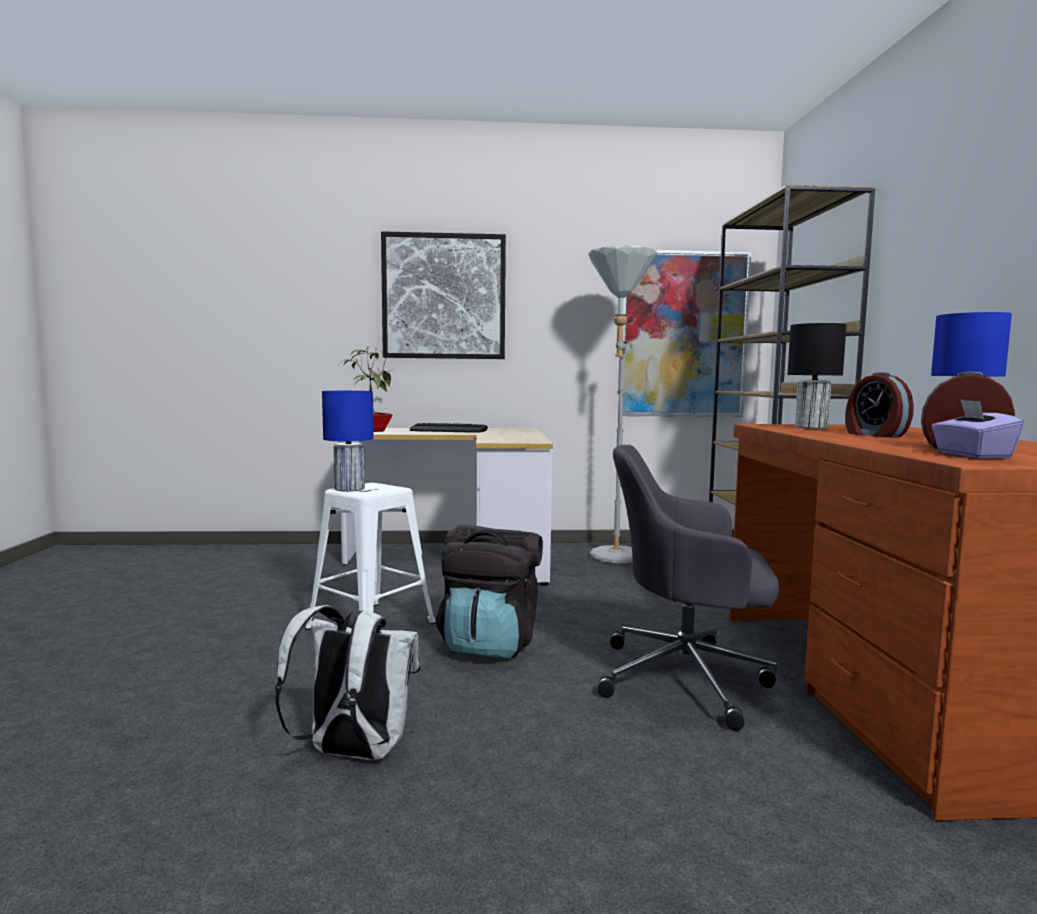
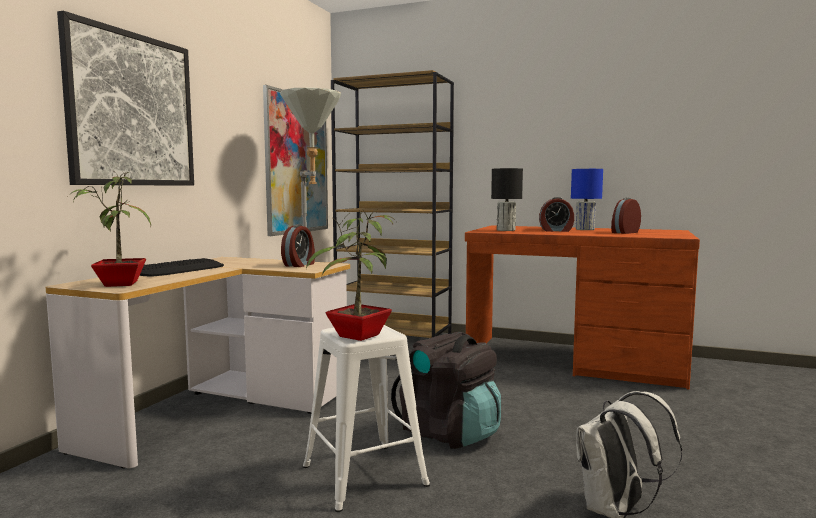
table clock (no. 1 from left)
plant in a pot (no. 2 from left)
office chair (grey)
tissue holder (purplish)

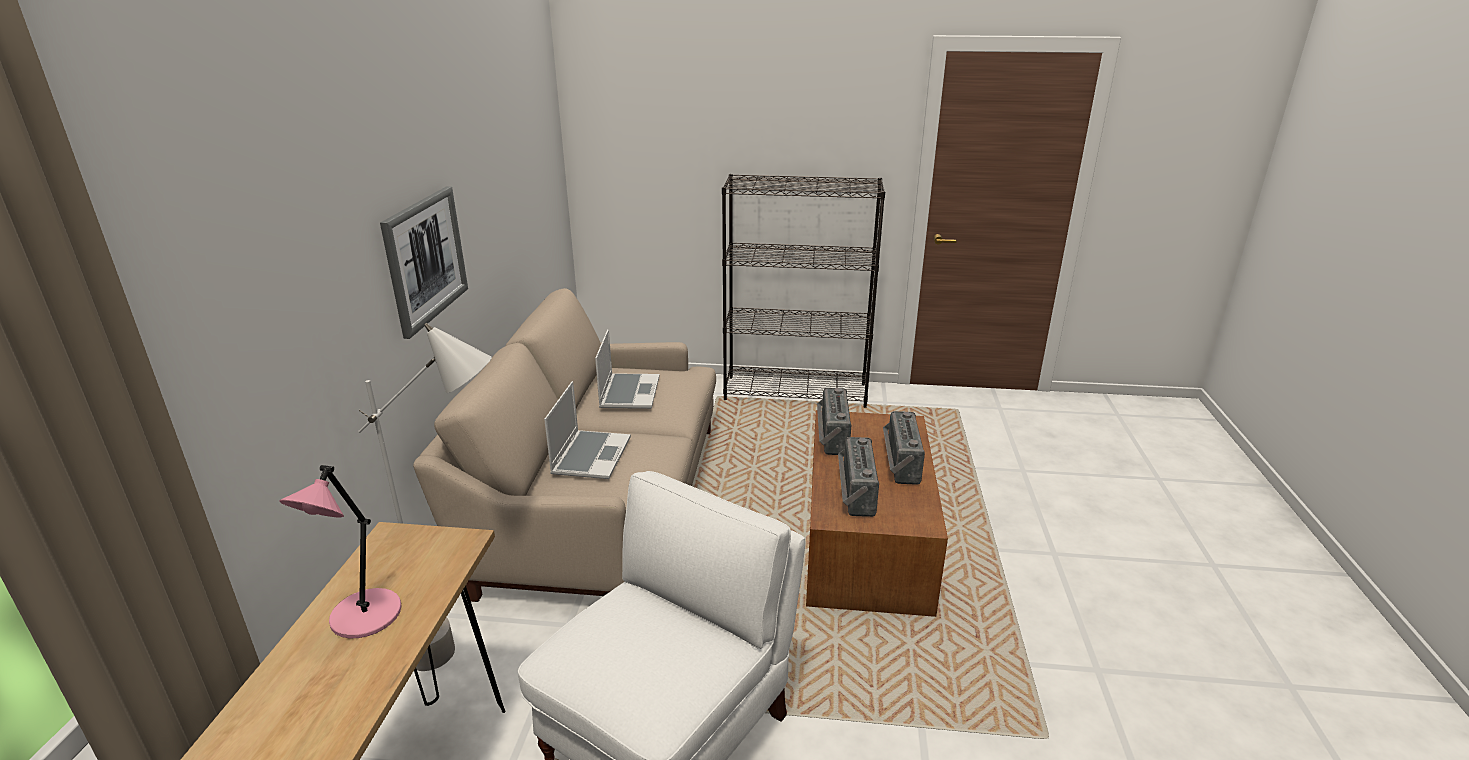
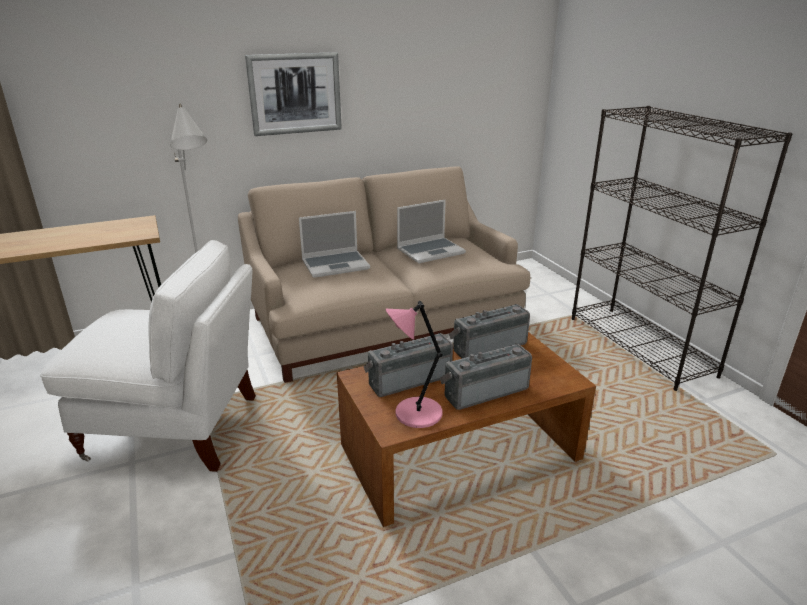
tabletop lamp (pink)

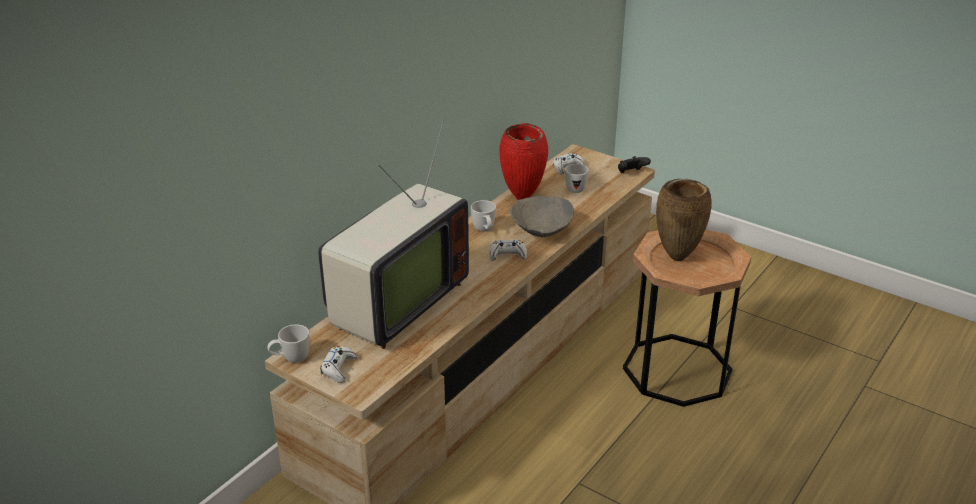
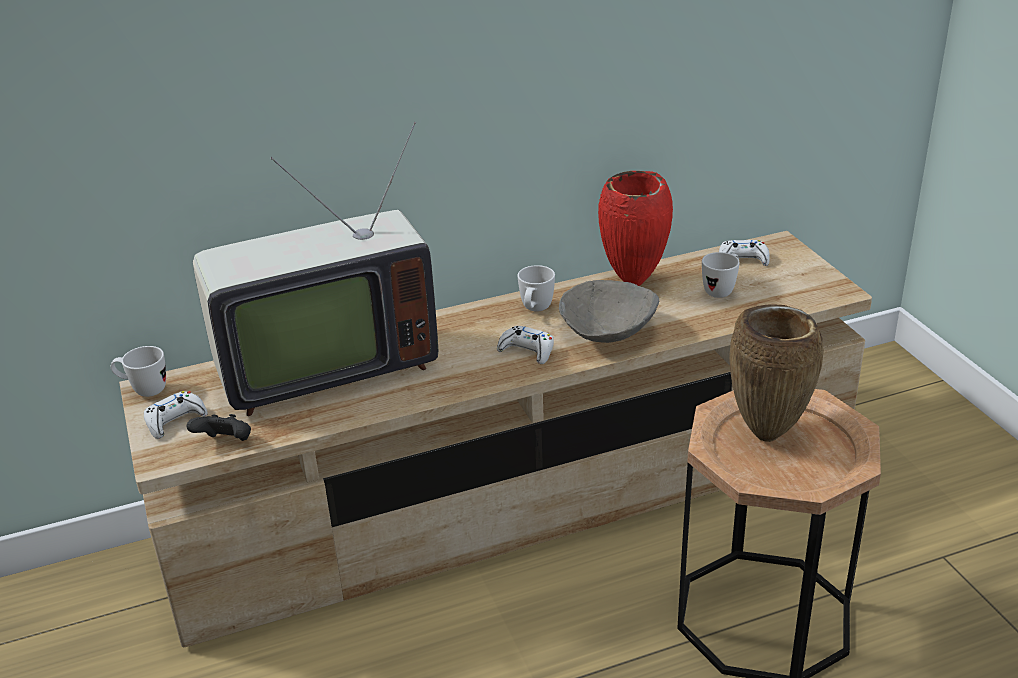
joypad (black)

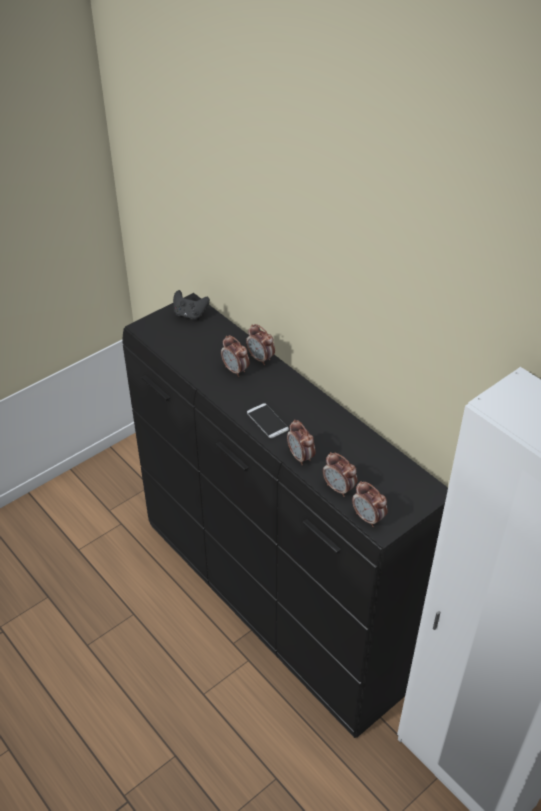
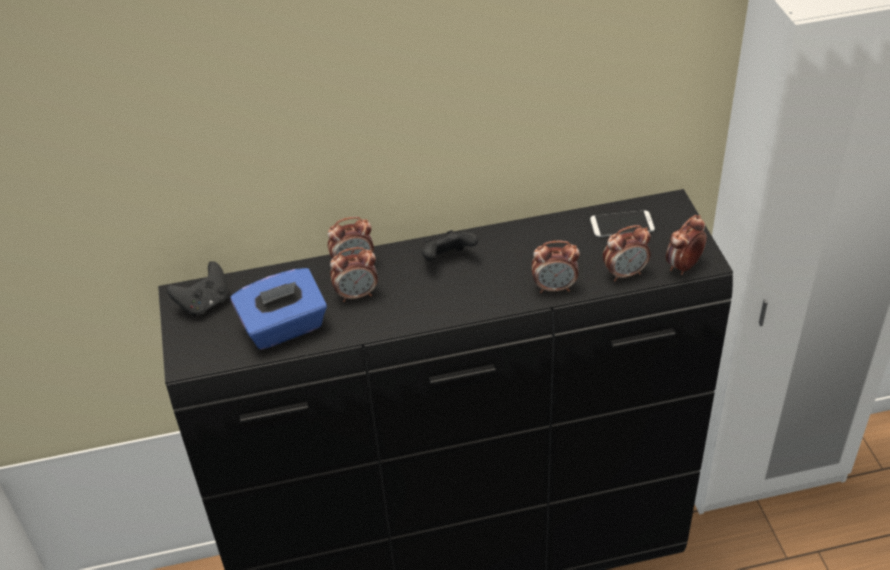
tissue holder (blue-coloured)
joypad (black) (no. 2 from left)
handset
table clock (no. 5 from left)

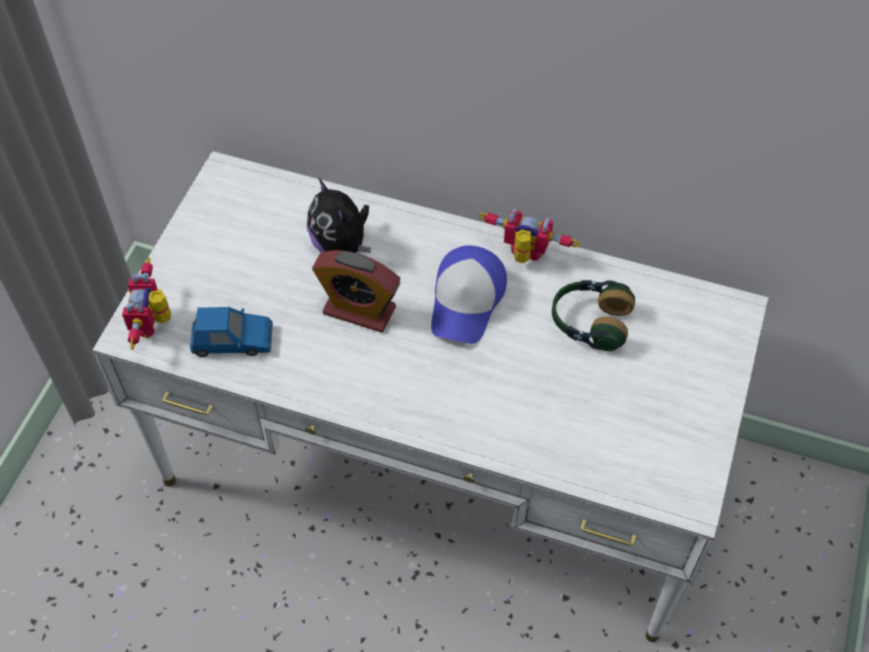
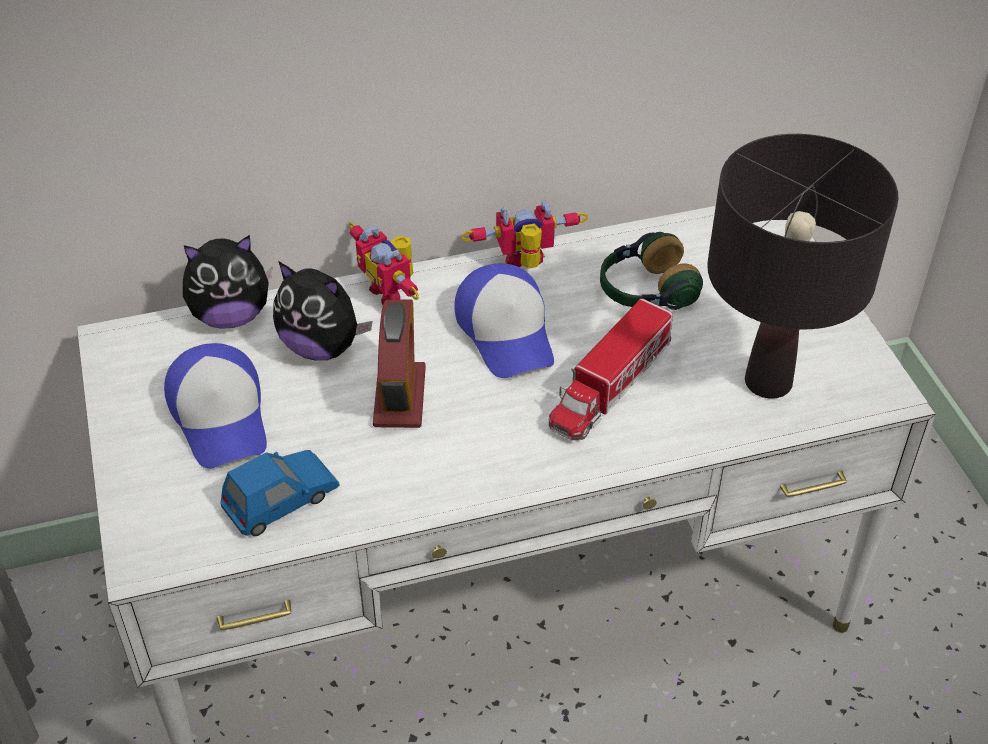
cap (no. 1 from left)
plush toy (no. 1 from left)
model robot (no. 1 from left)
table clock
toy truck
tabletop lamp (black)

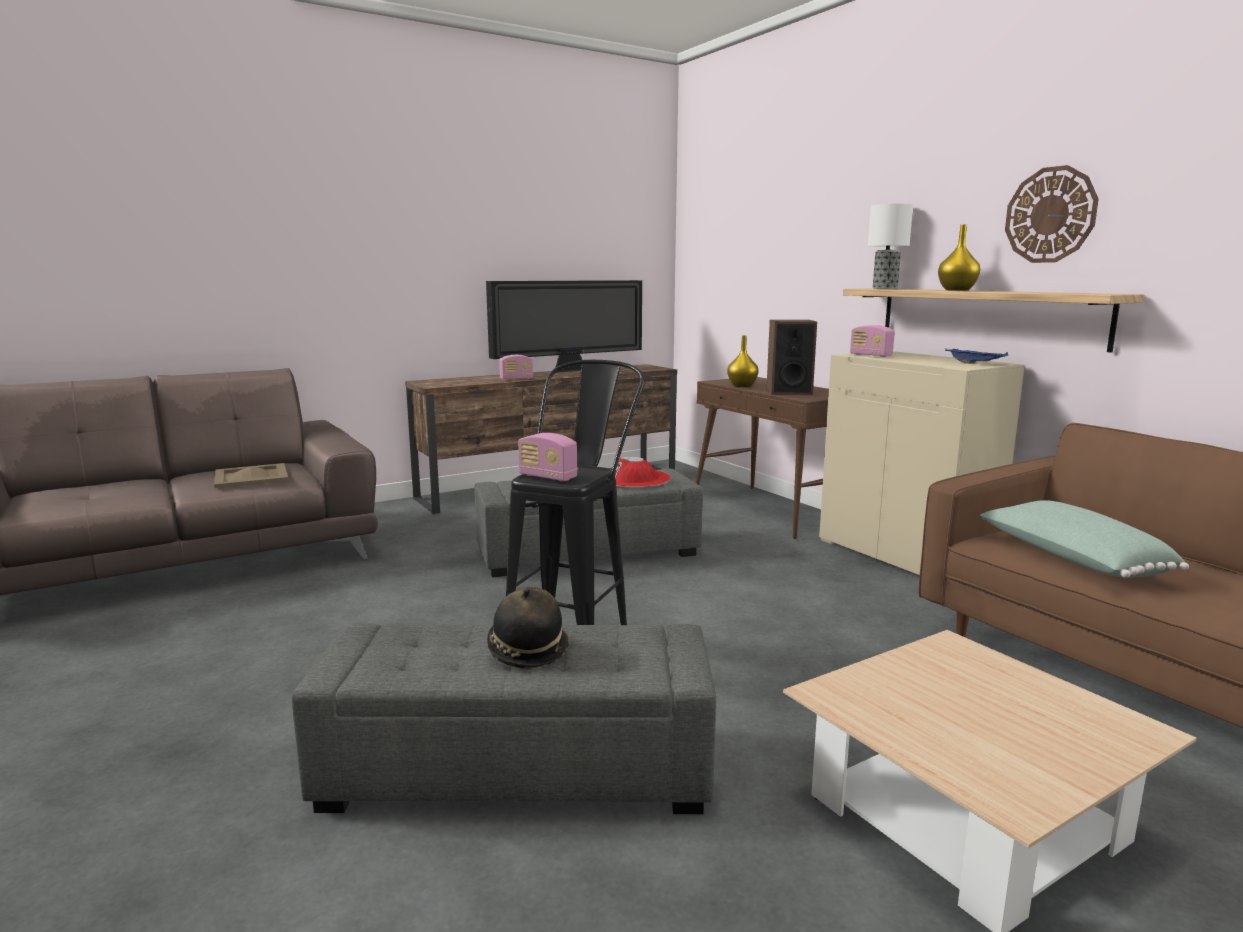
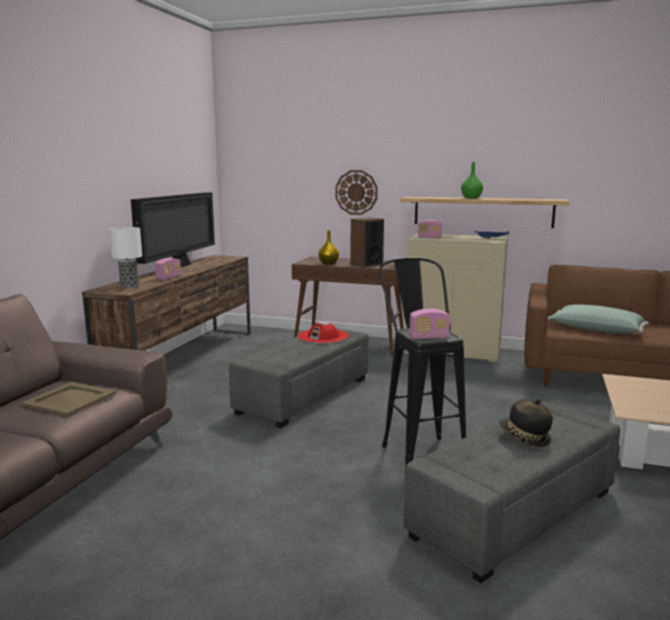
tabletop lamp
hanging clock
vase (greenish)

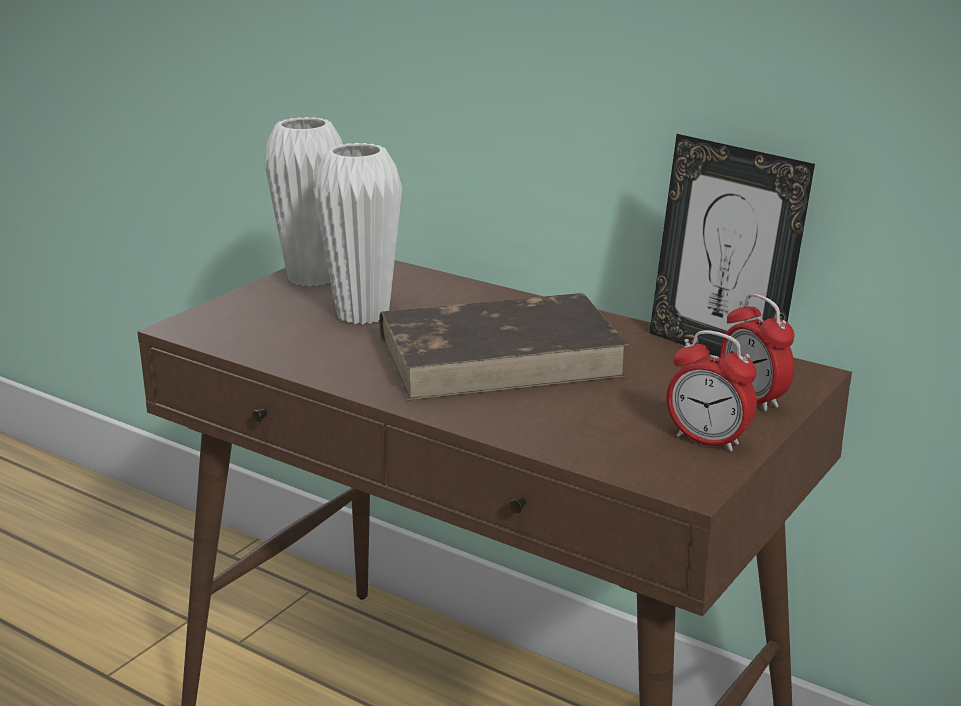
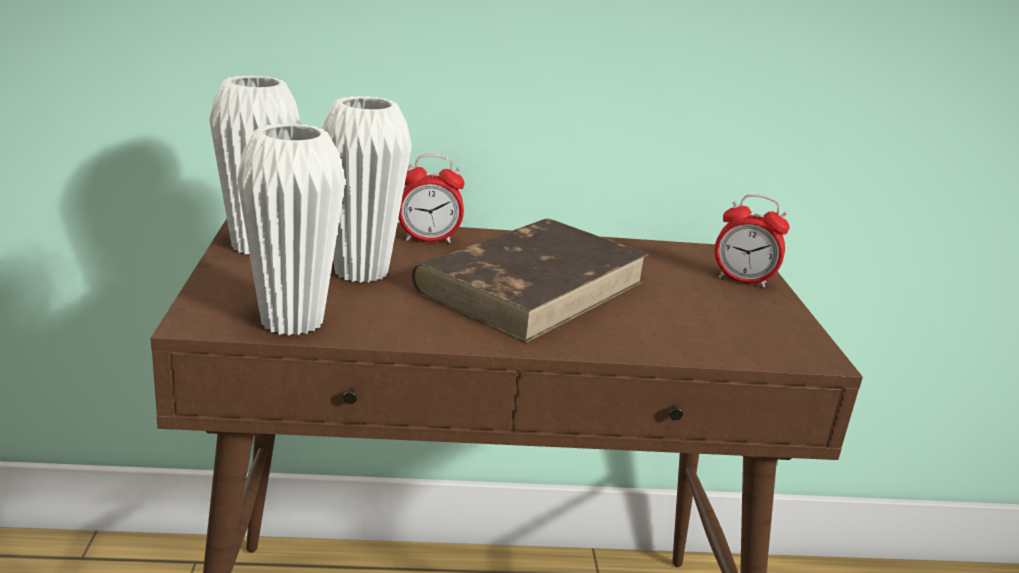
vase (white) (no. 2 from left)
table clock (no. 1 from left)
photo frame

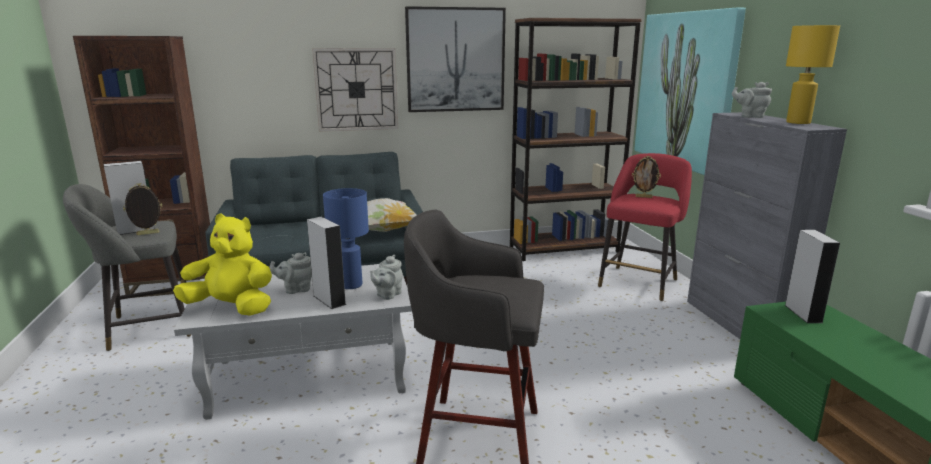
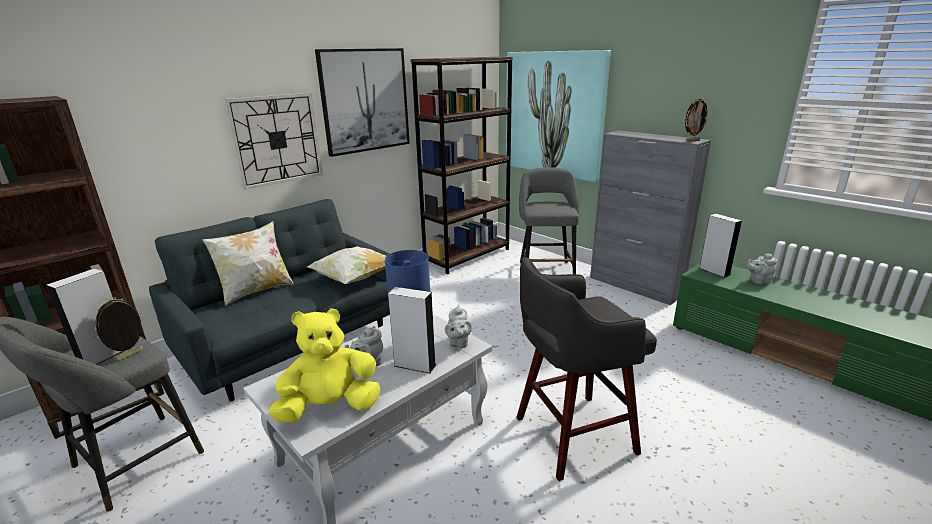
pillow (no. 1 from left)
sitting stool (grey) (no. 2 from left)
photo frame (no. 2 from left)
teapot (grey) (no. 3 from left)
tabletop lamp (yellow)

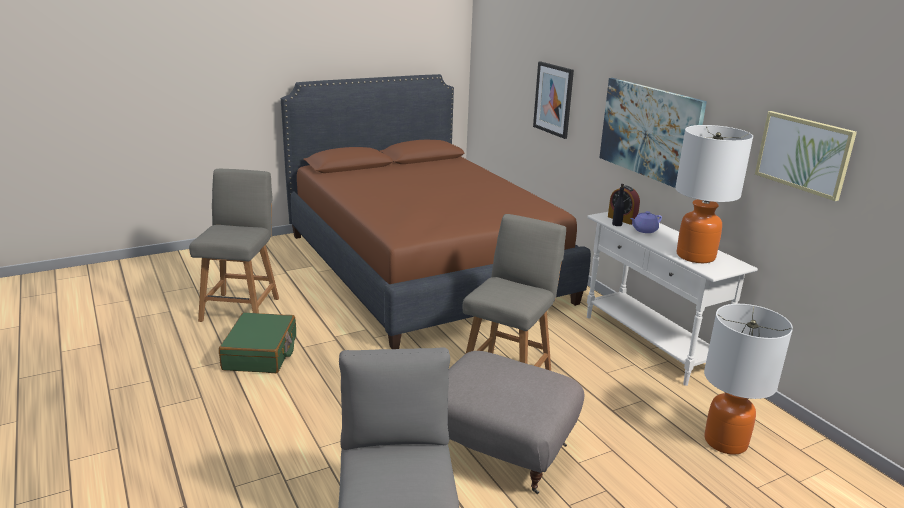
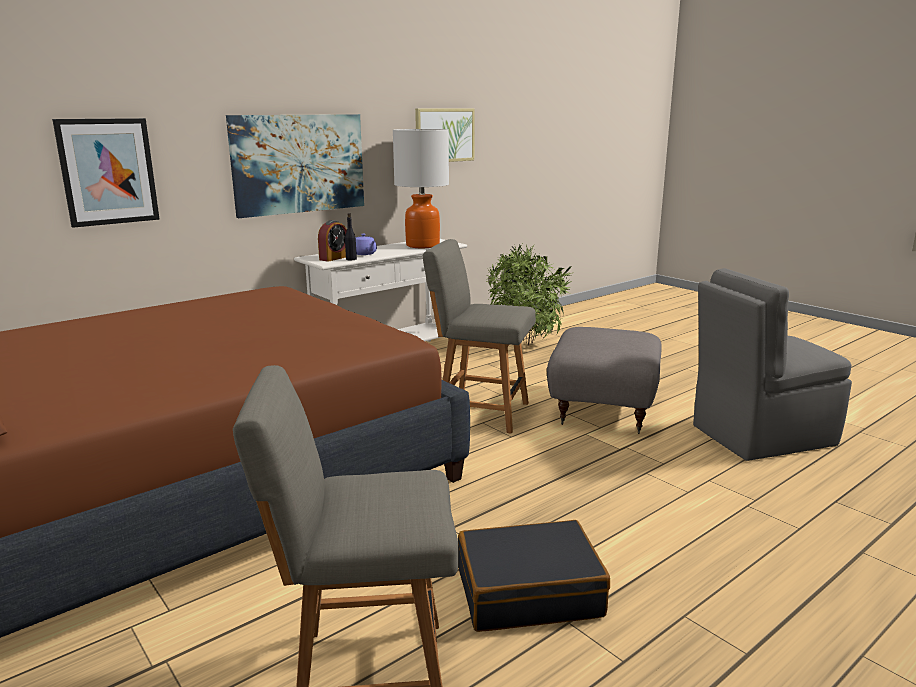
travel case (black)
plant in a pot

